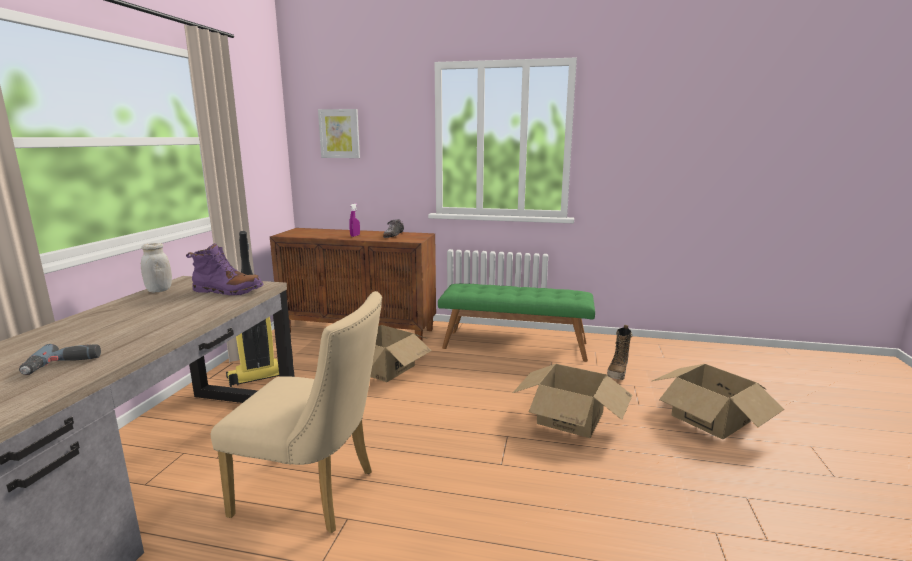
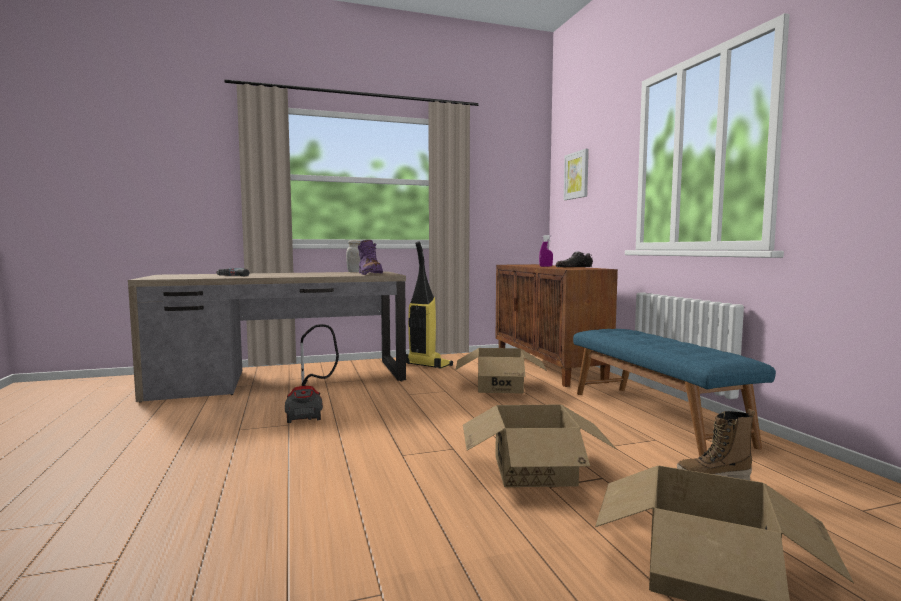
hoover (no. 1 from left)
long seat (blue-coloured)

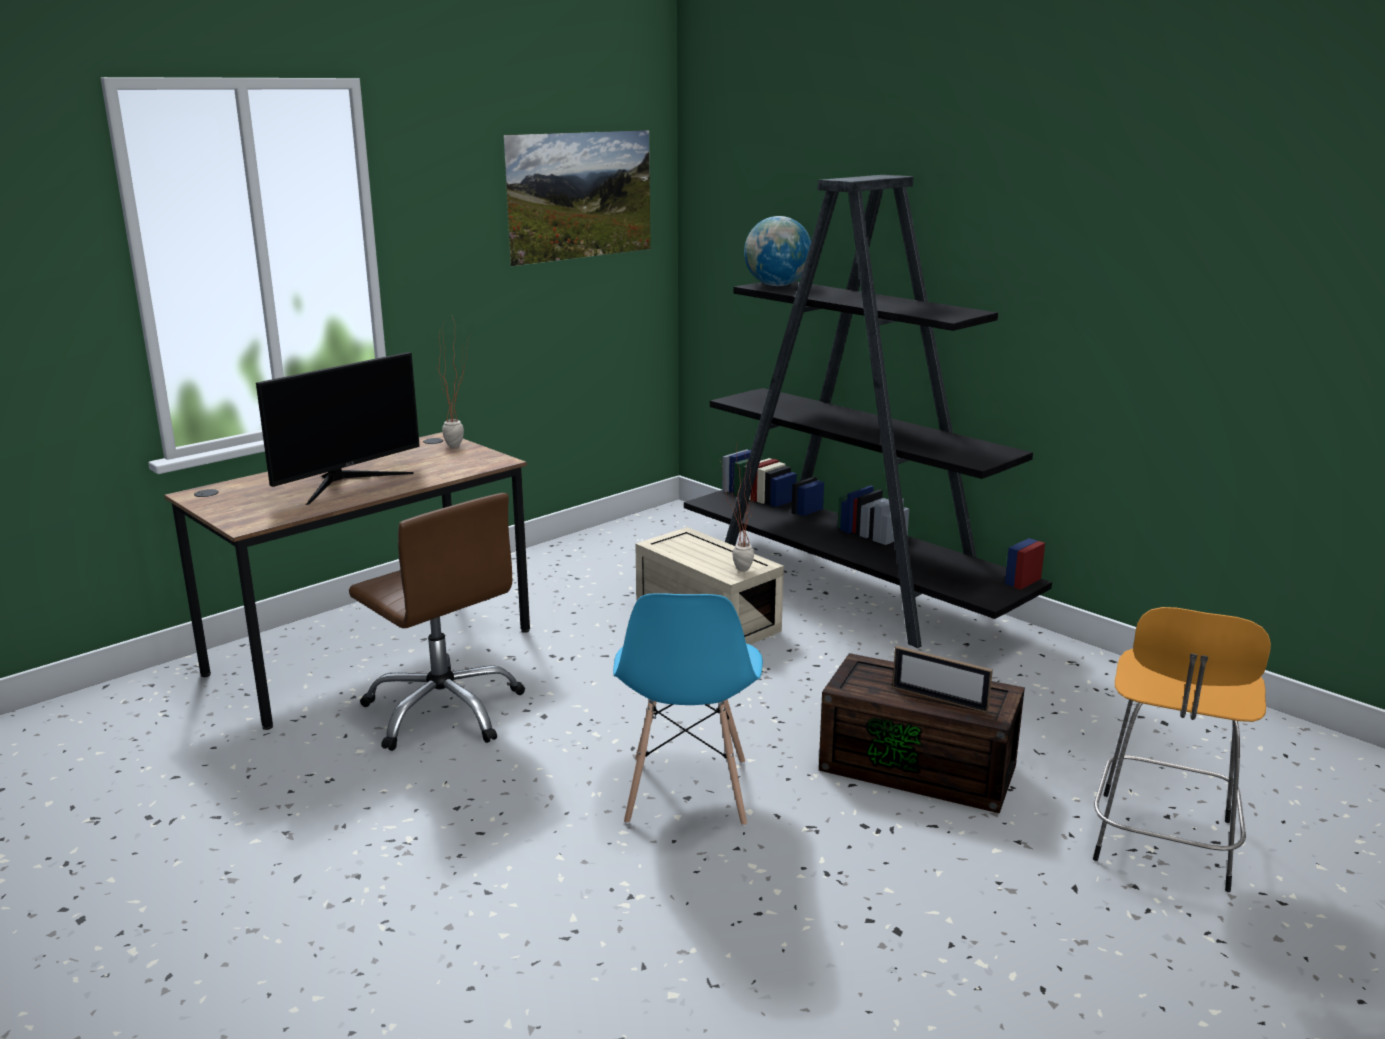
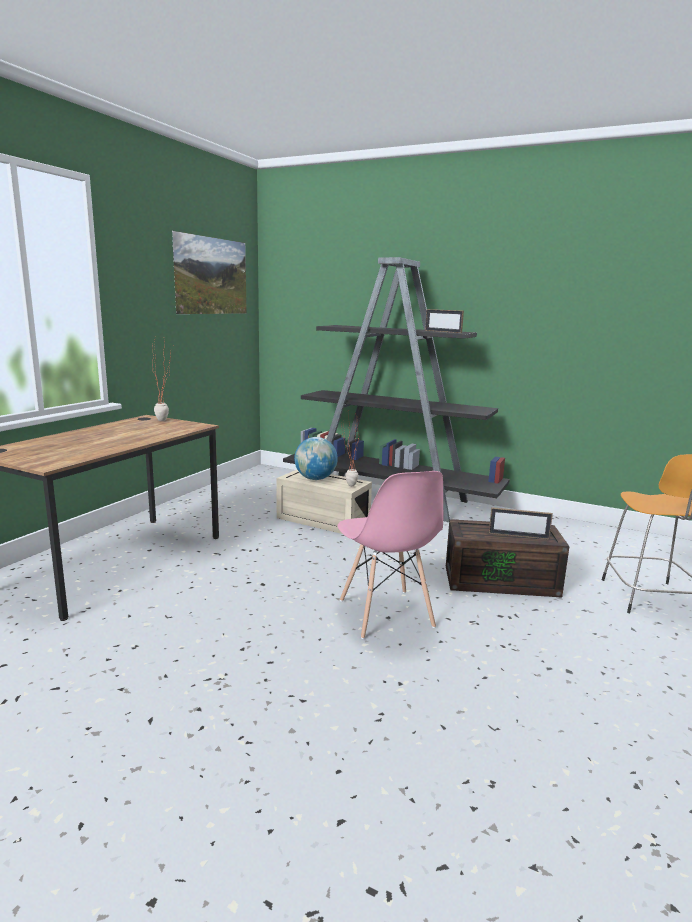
globe
chair (pink)
photo frame (no. 1 from left)
computer screen
office chair (brown)

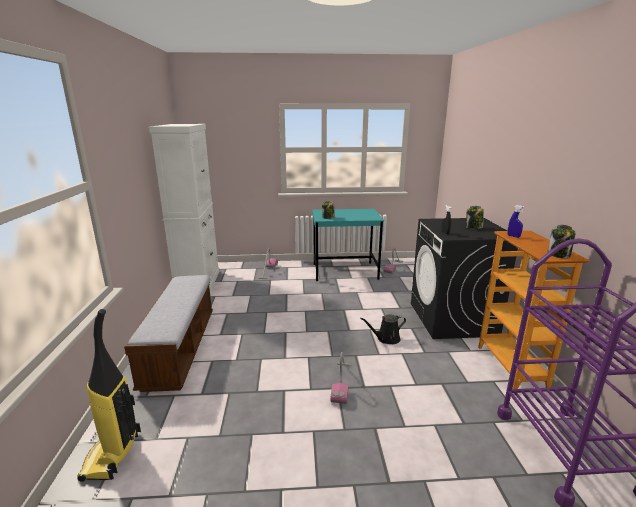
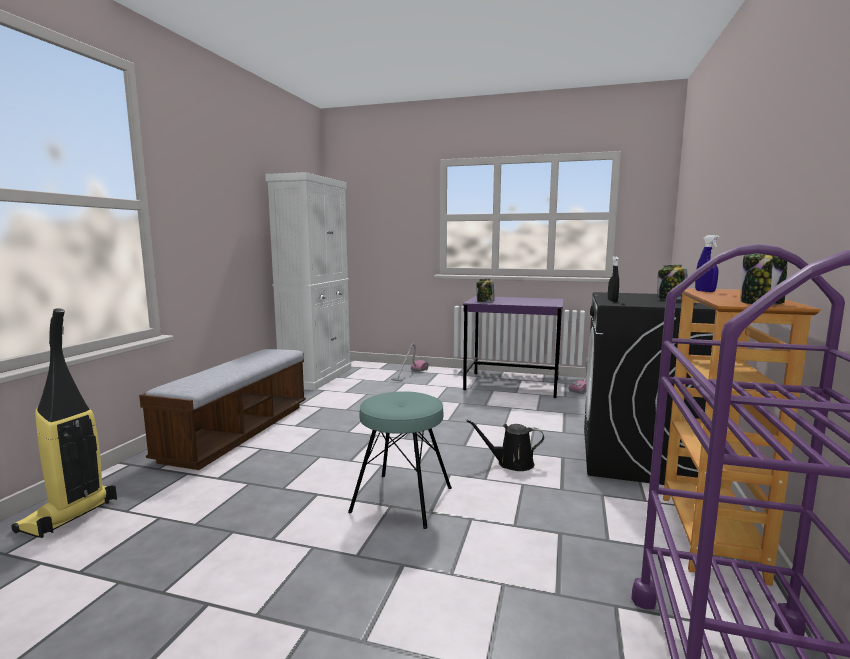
sitting stool (blue-green)
desk table (purplish)

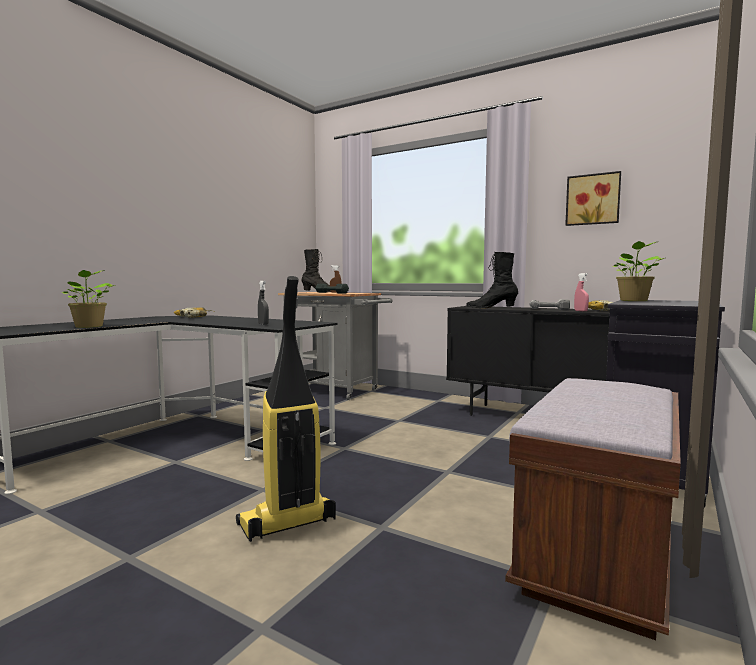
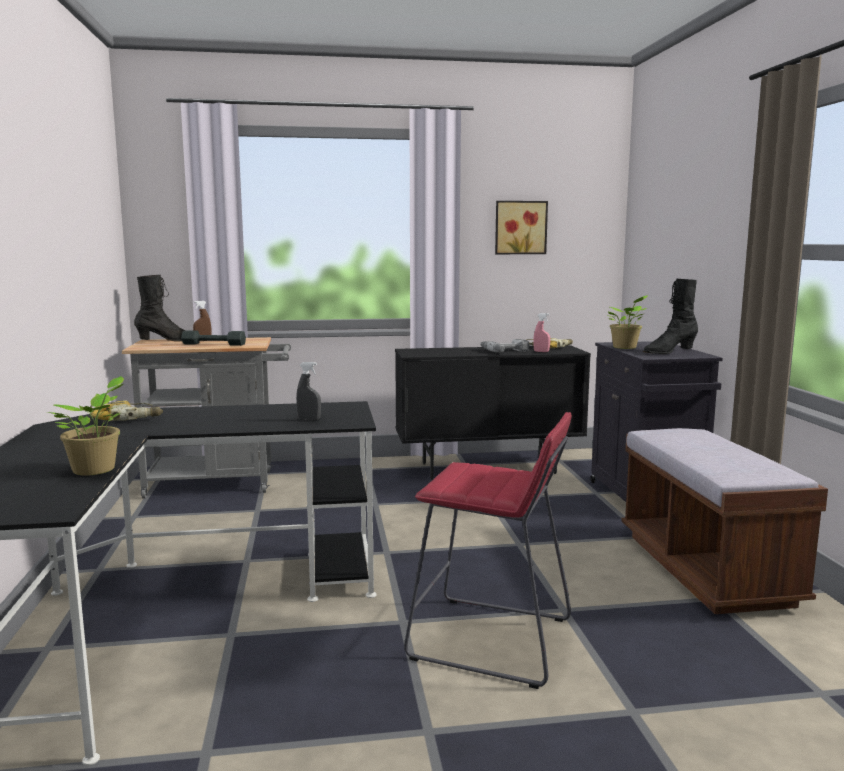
sitting stool (red)
tall boot (black) (no. 2 from left)

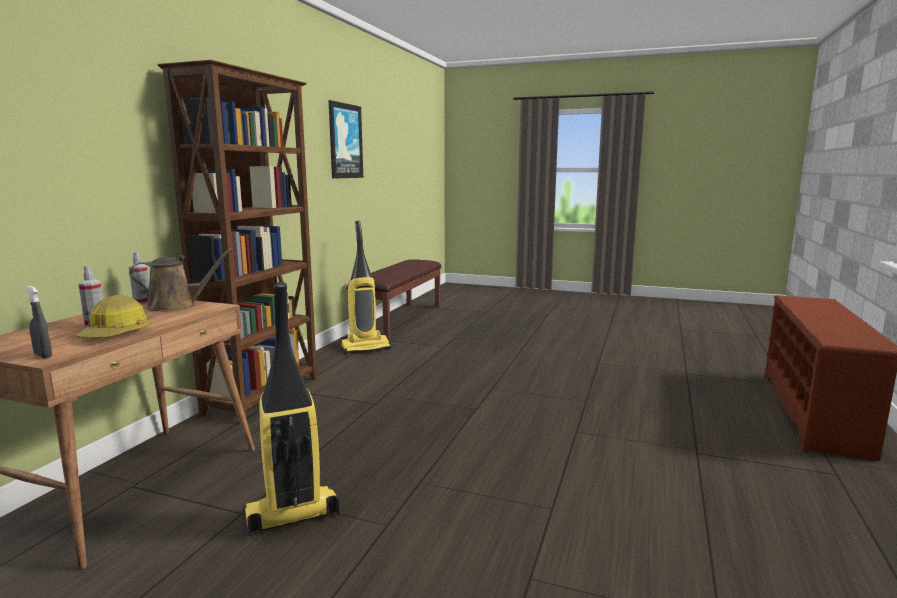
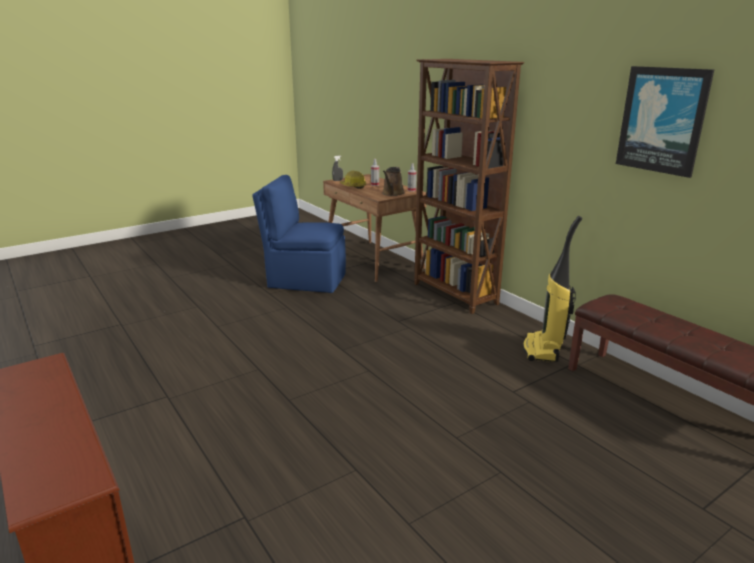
chair (blue-coloured)

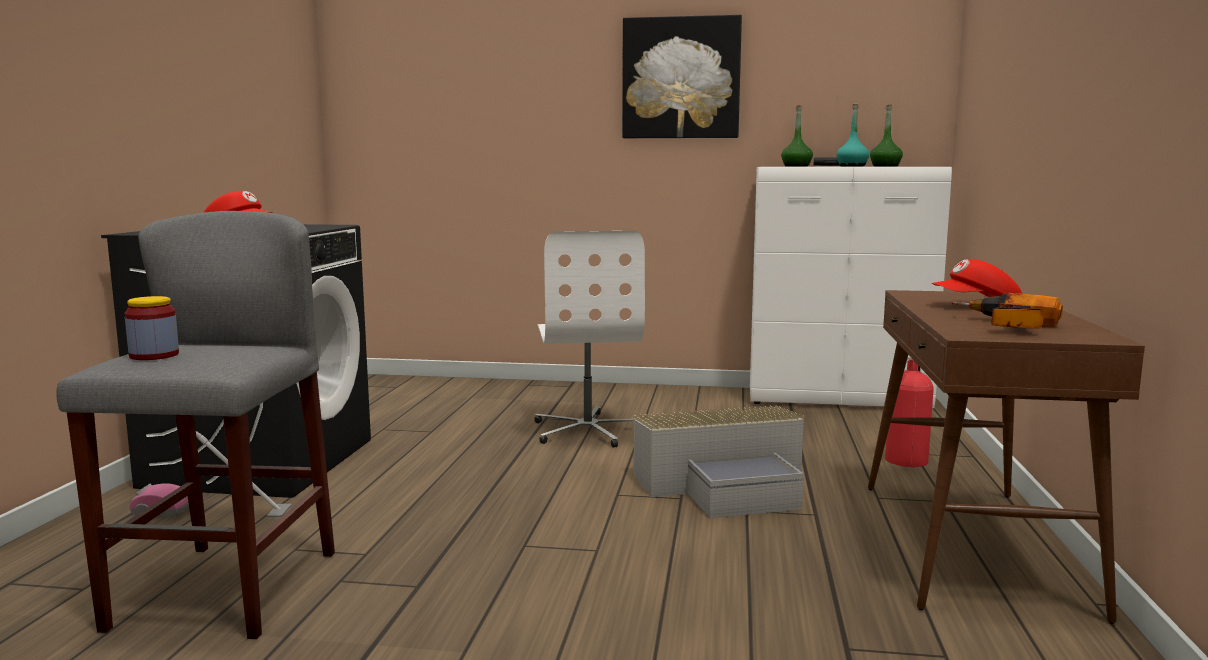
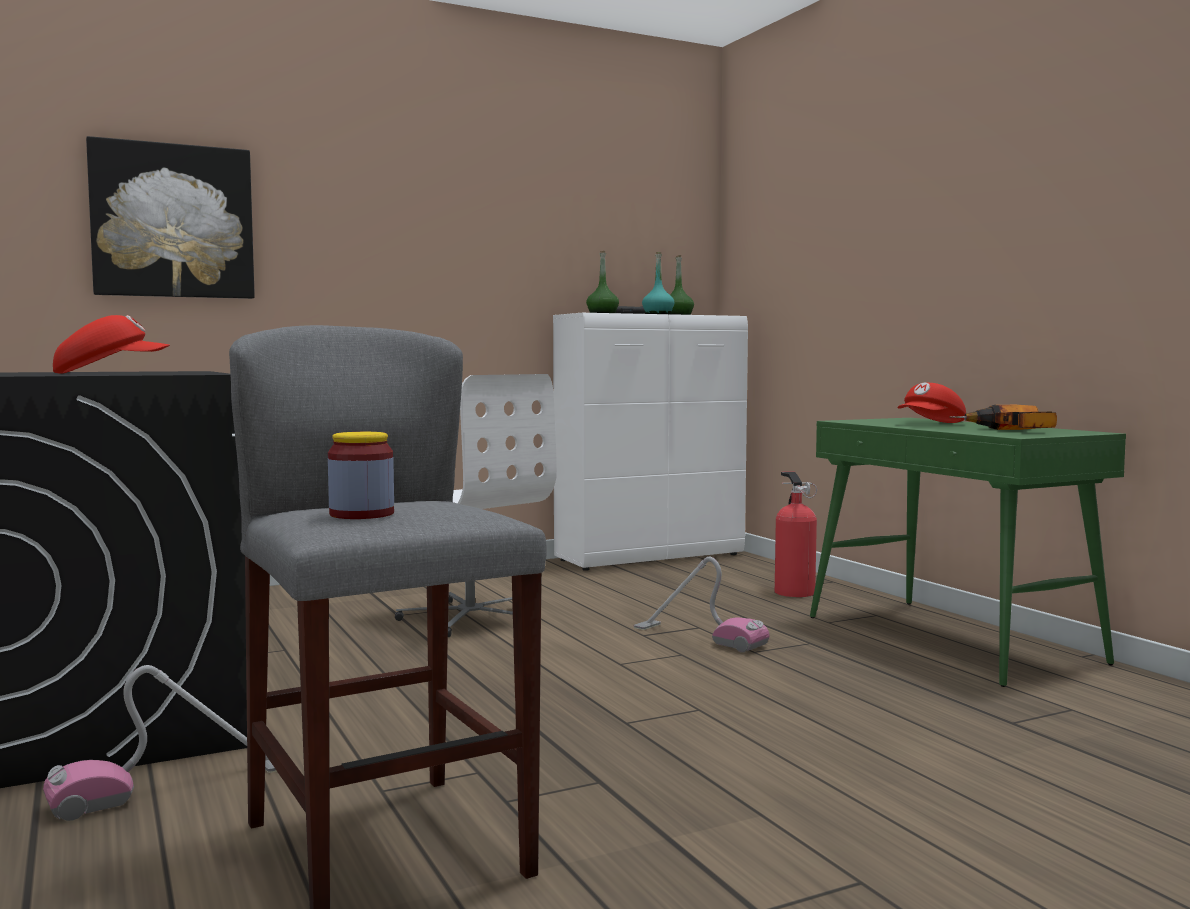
picture
hoover (no. 2 from left)
hall table (greenish)

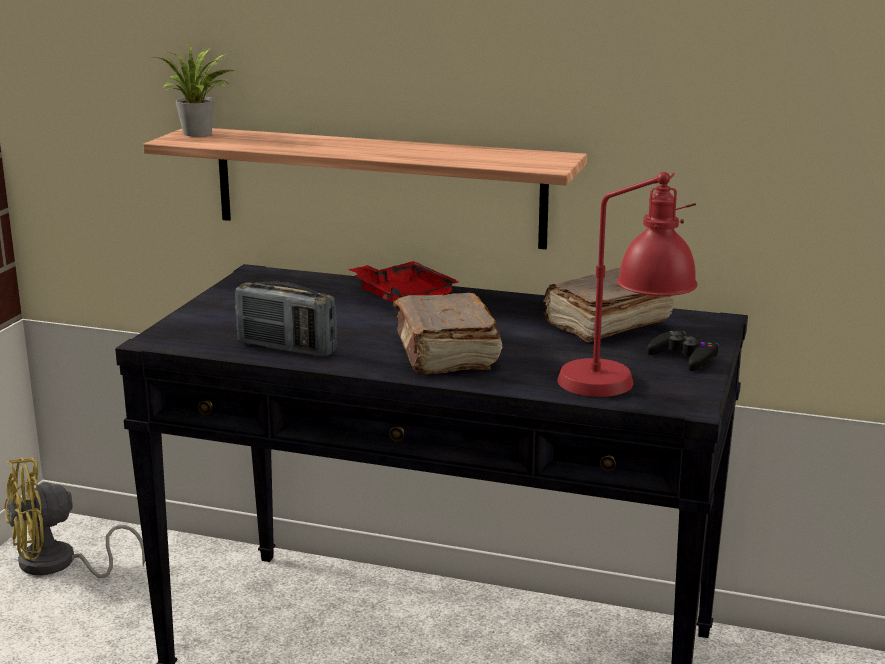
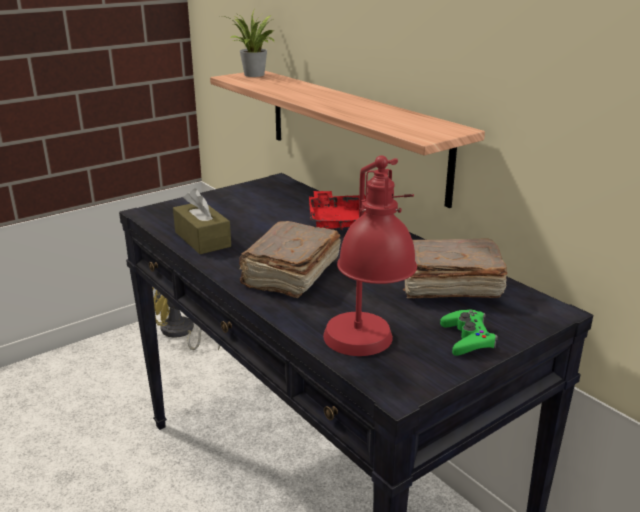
tissue holder (brown)
joypad (greenish)

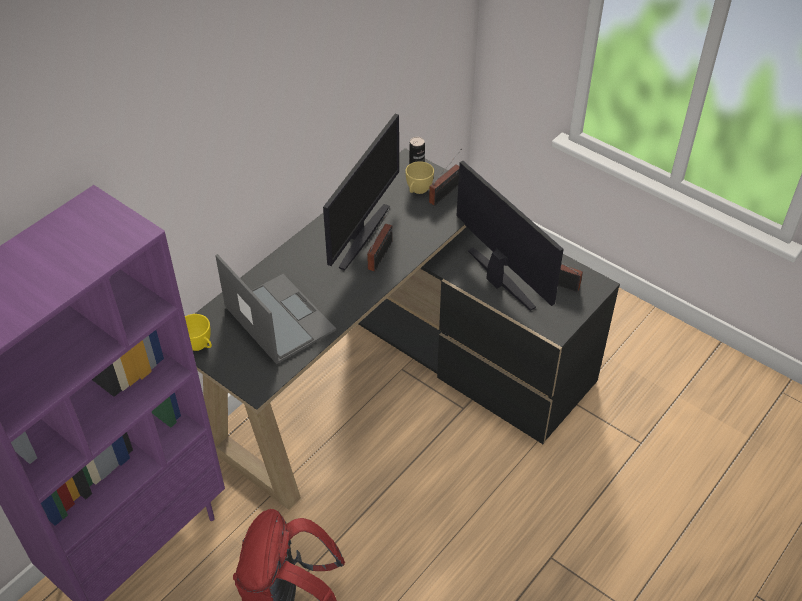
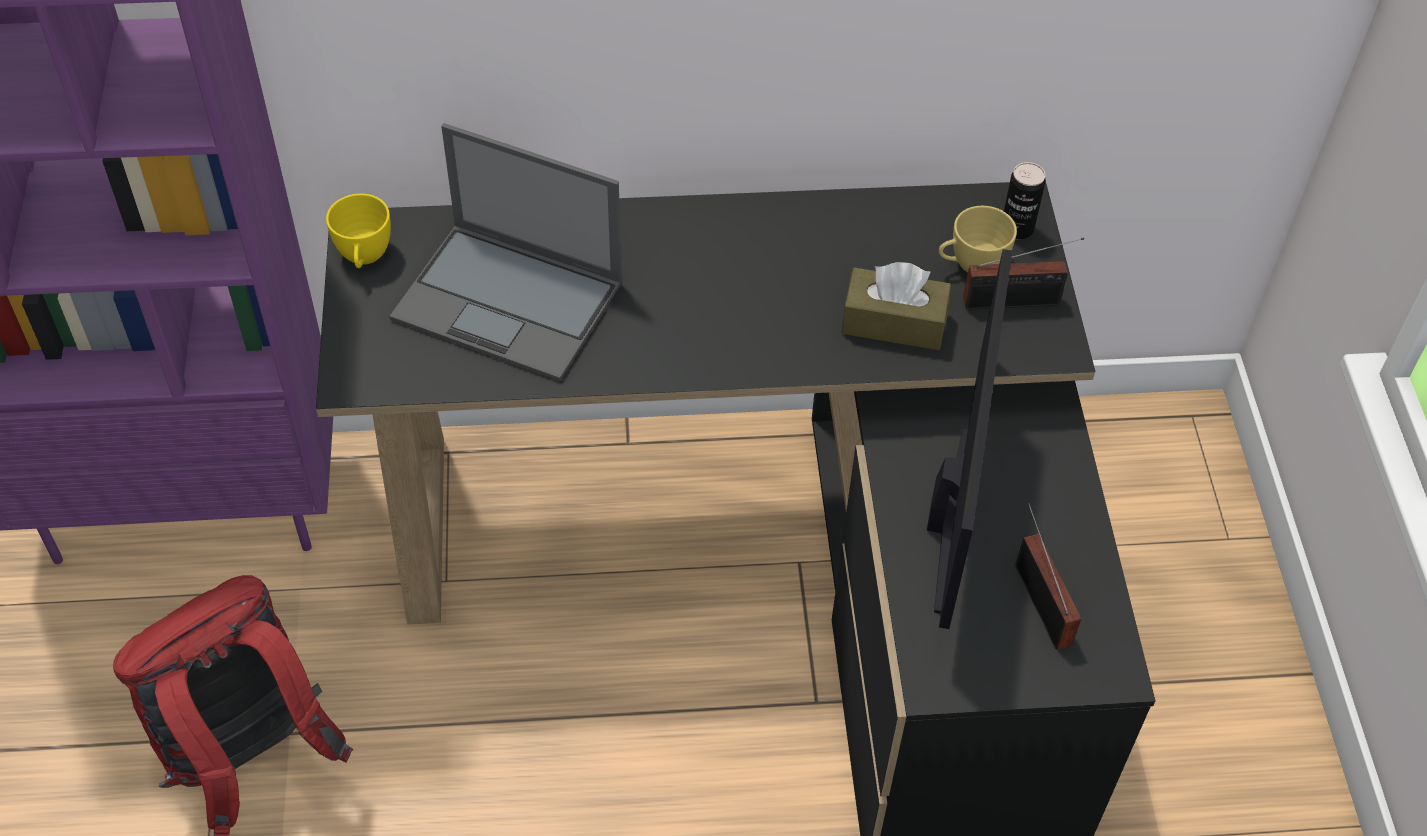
portable computer
tissue holder (brown)
computer screen (no. 1 from left in the first image)
radio (no. 1 from left in the first image)

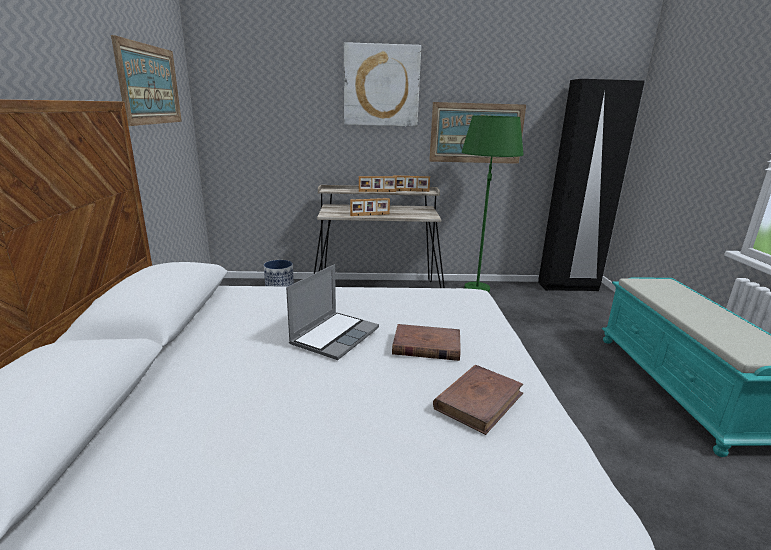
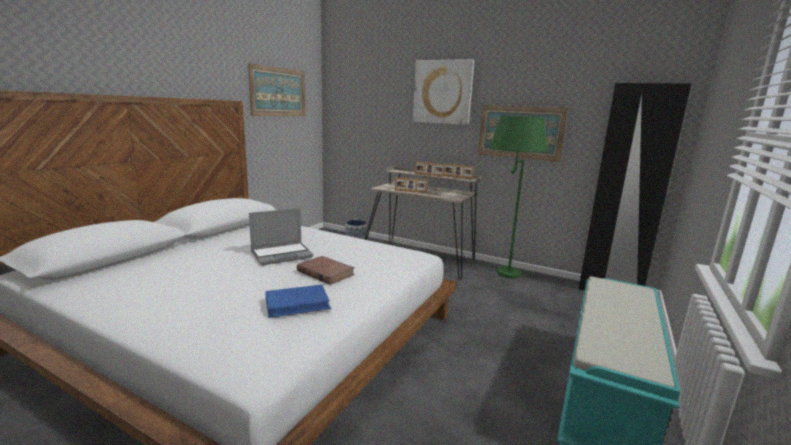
book (blue-coloured)

